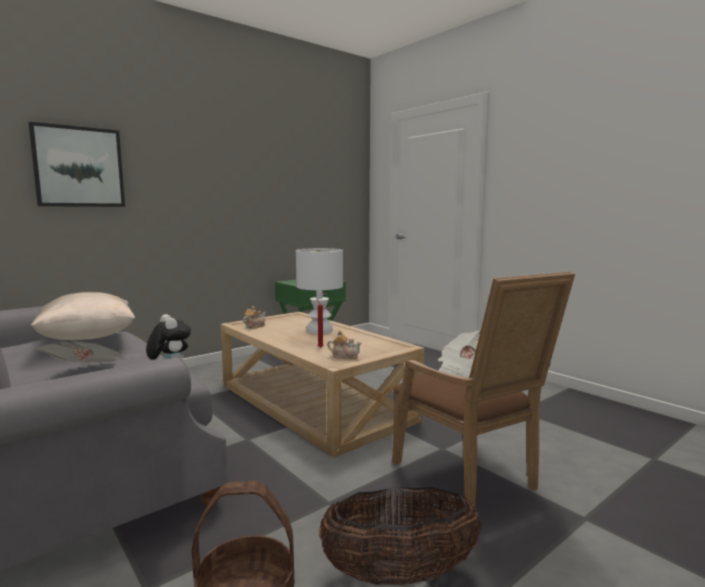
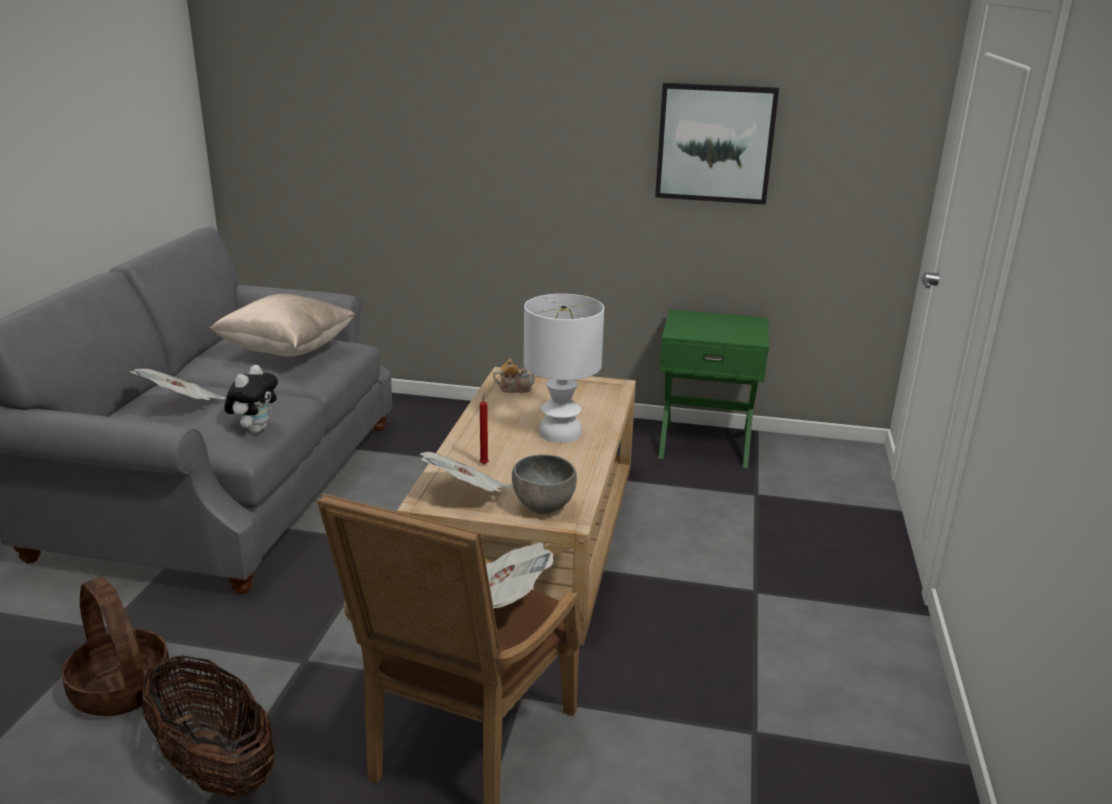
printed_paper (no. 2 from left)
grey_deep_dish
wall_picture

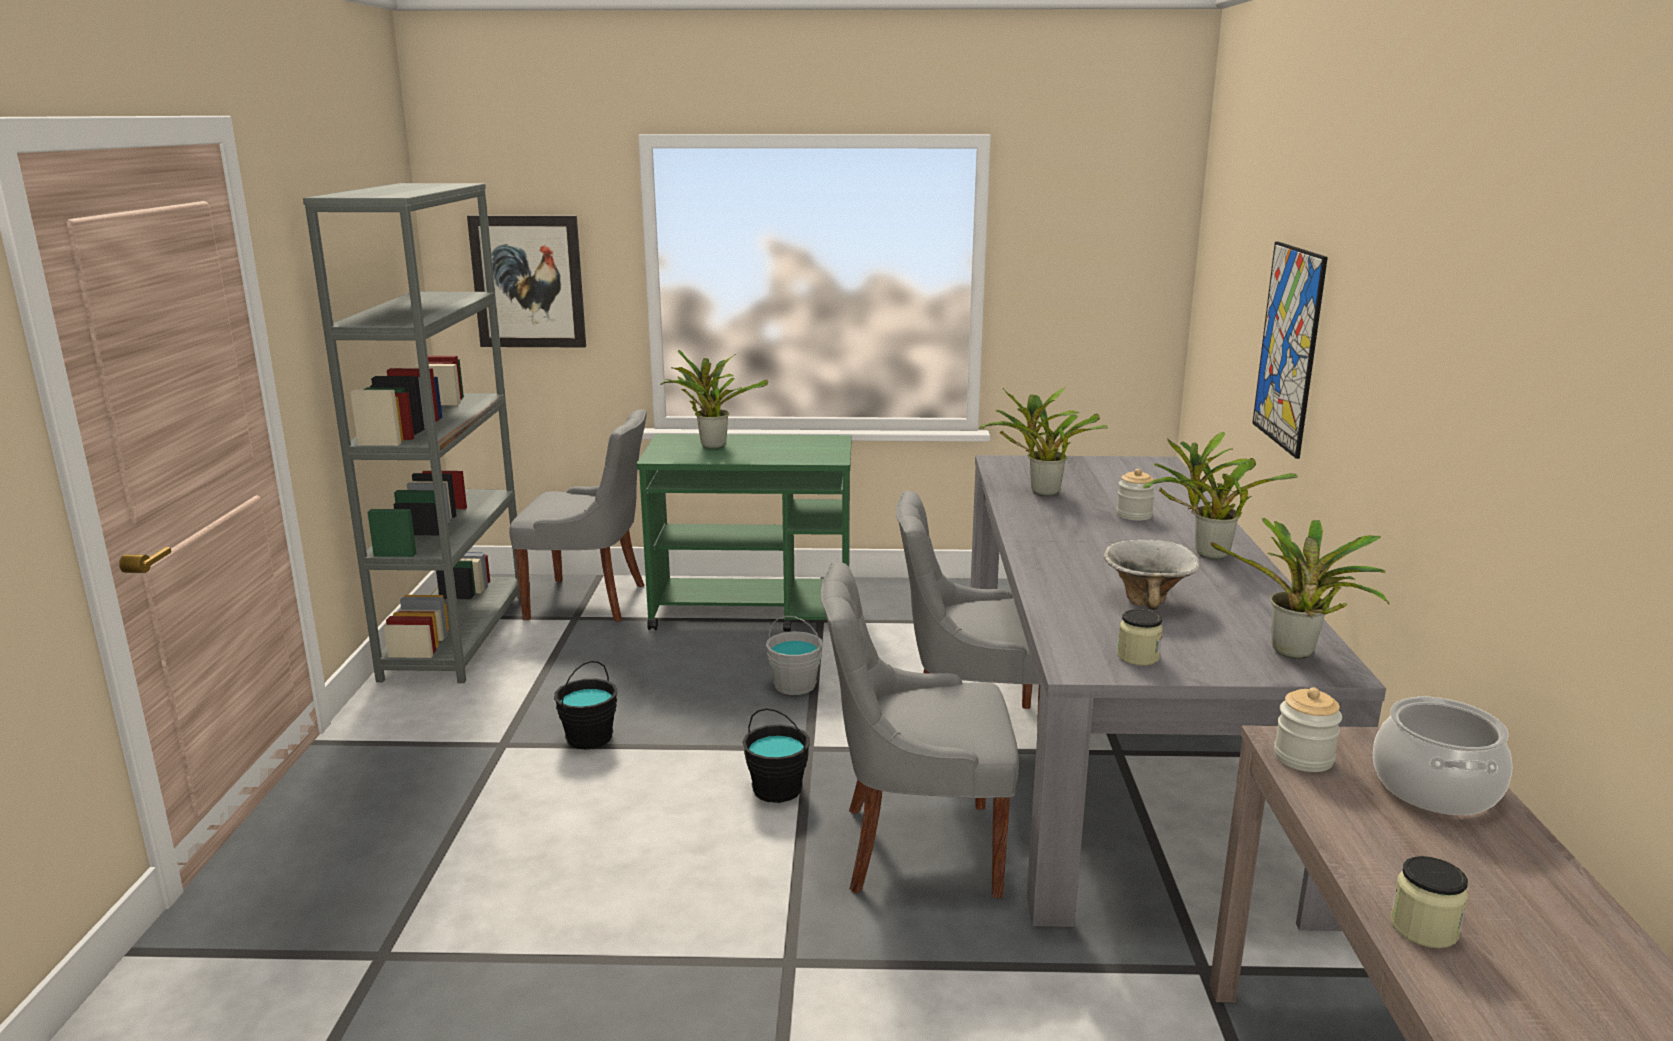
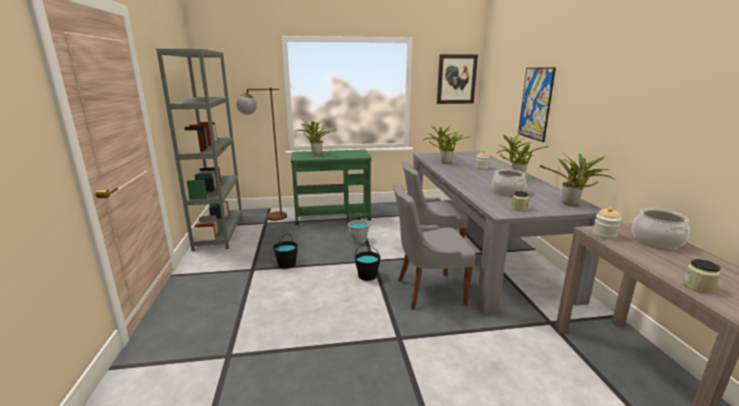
brown-coloured_standing_lamp
wall_picture (no. 1 from left)
stockpot (no. 1 from left)

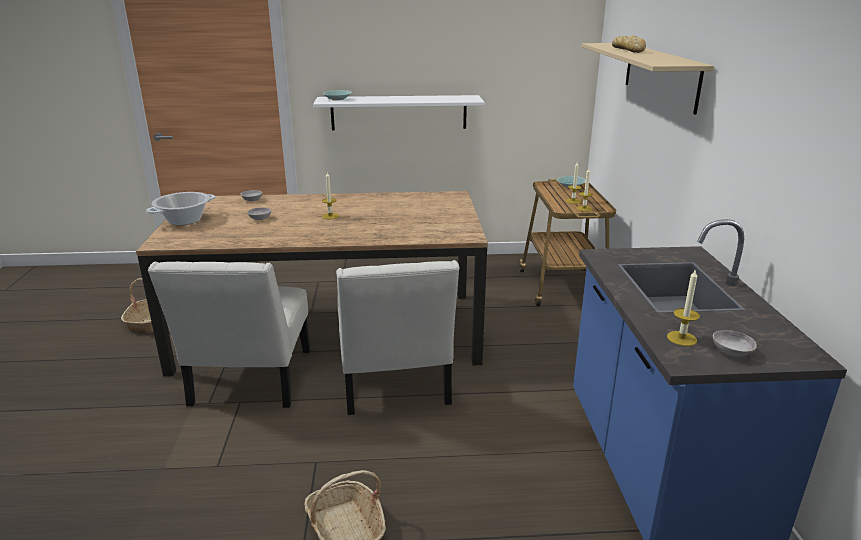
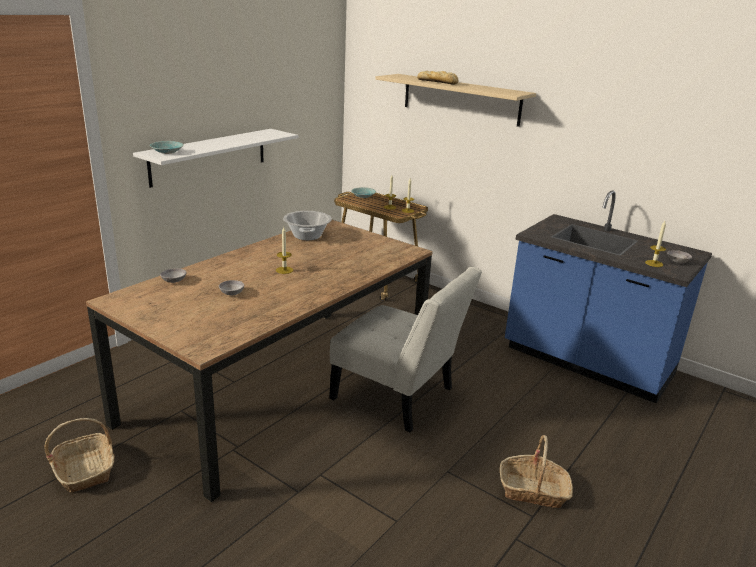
stockpot
white_chair (no. 1 from left in the first image)

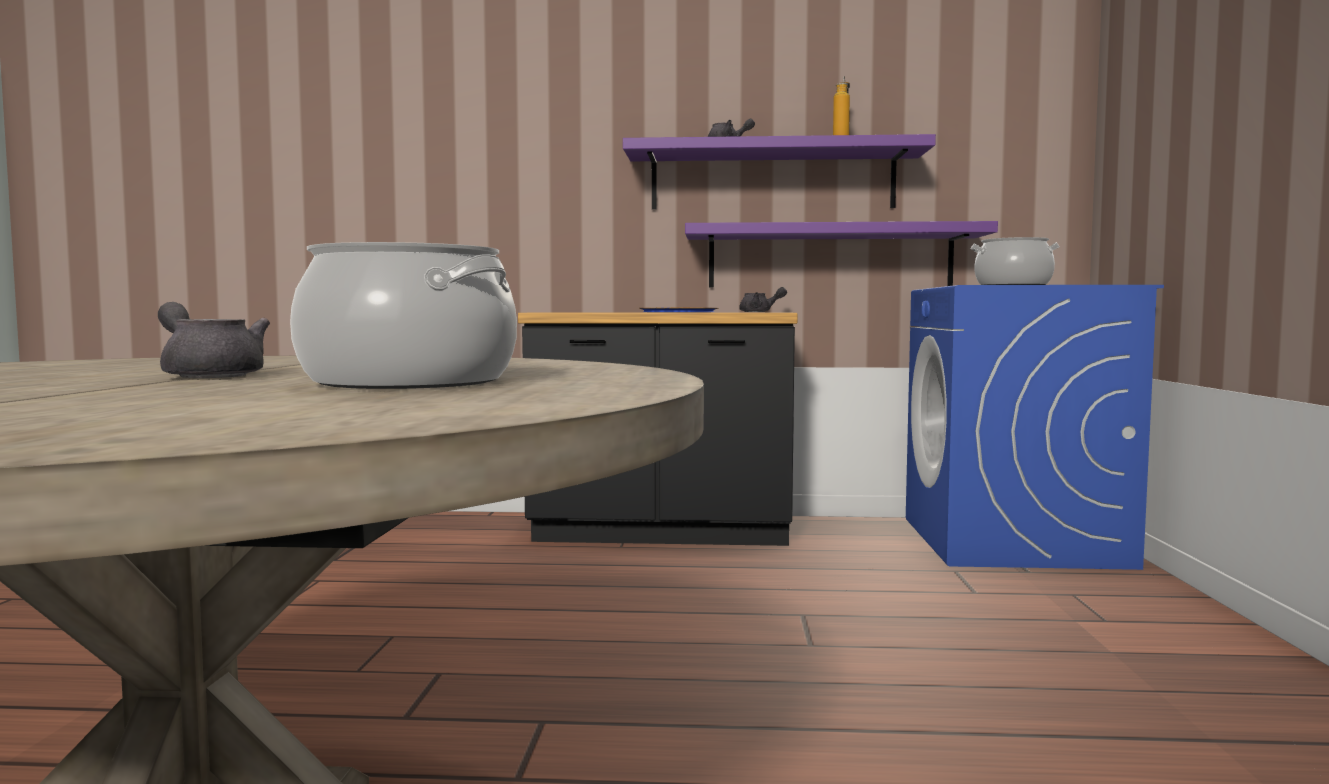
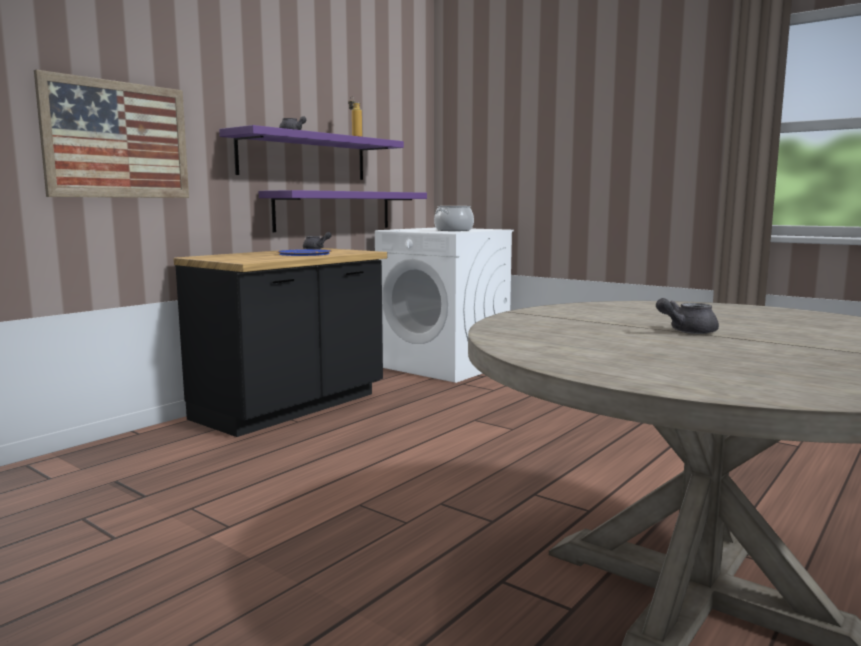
wall_picture
white_laundry_machine
stockpot (no. 1 from left in the first image)

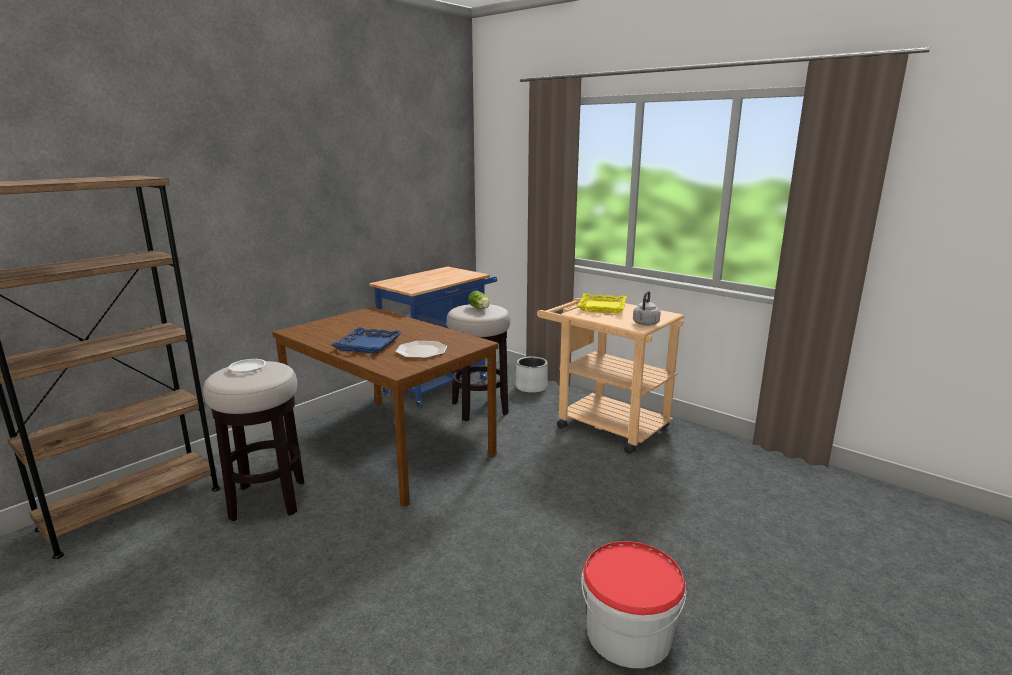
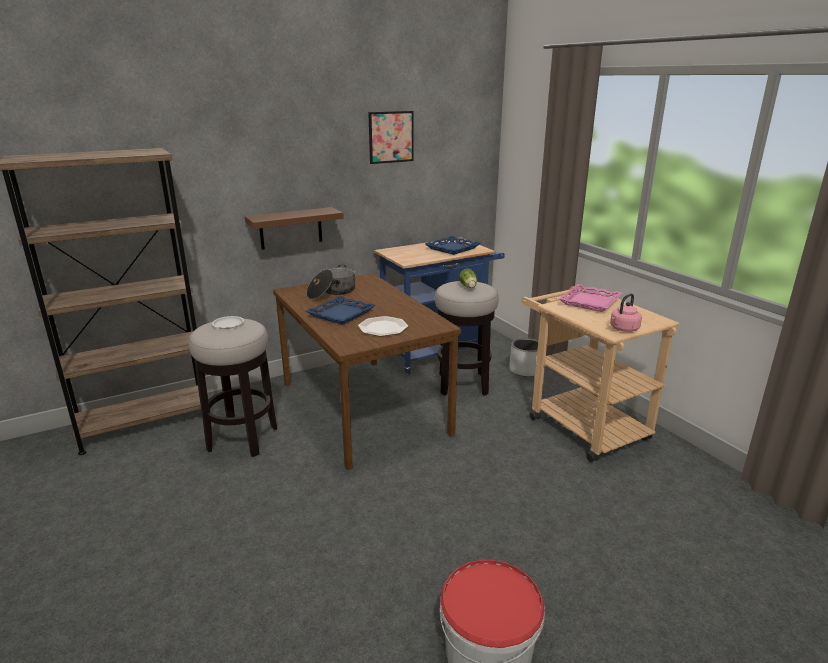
brown-coloured_shelf
stockpot
wall_picture
blue-coloured_serving_tray (no. 2 from left)
pink_serving_tray
pink_tea_kettle

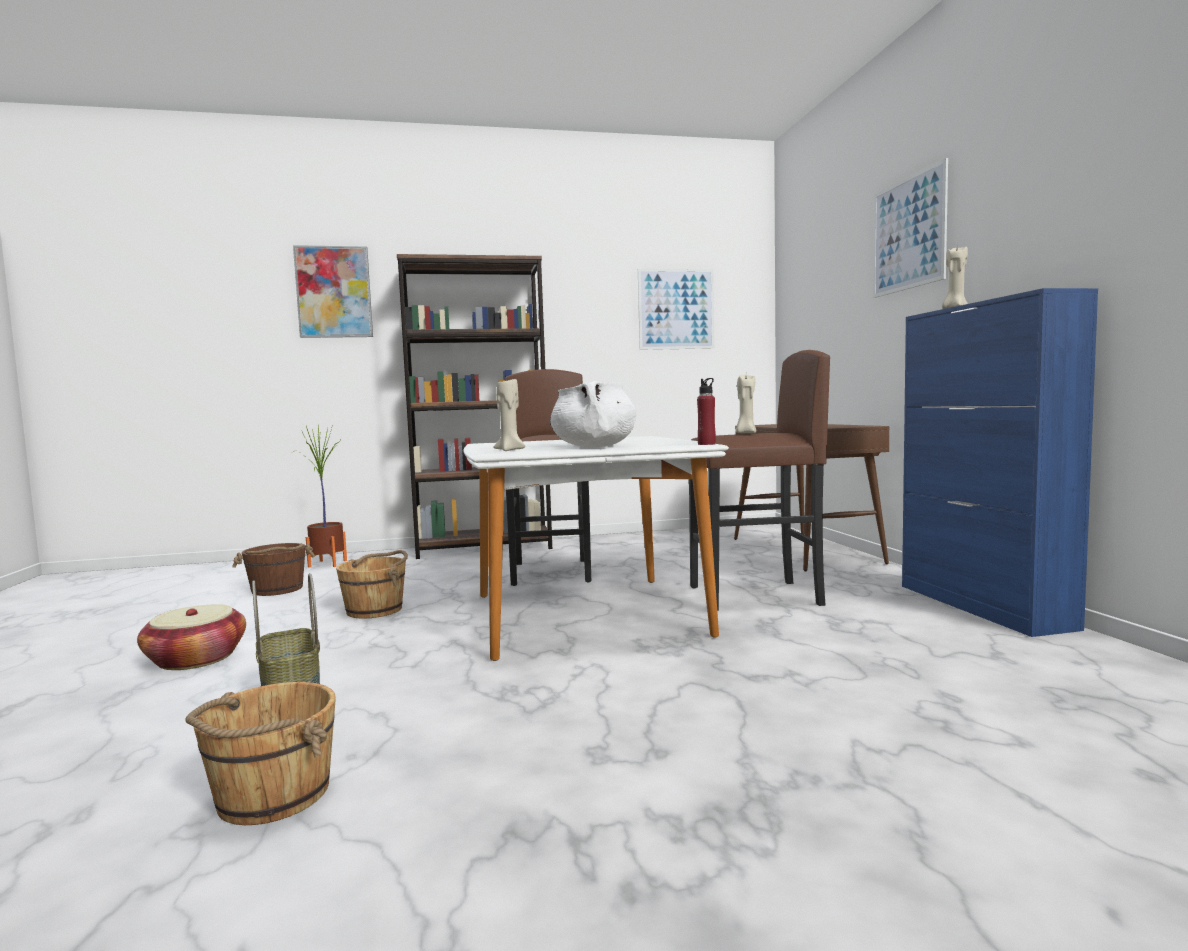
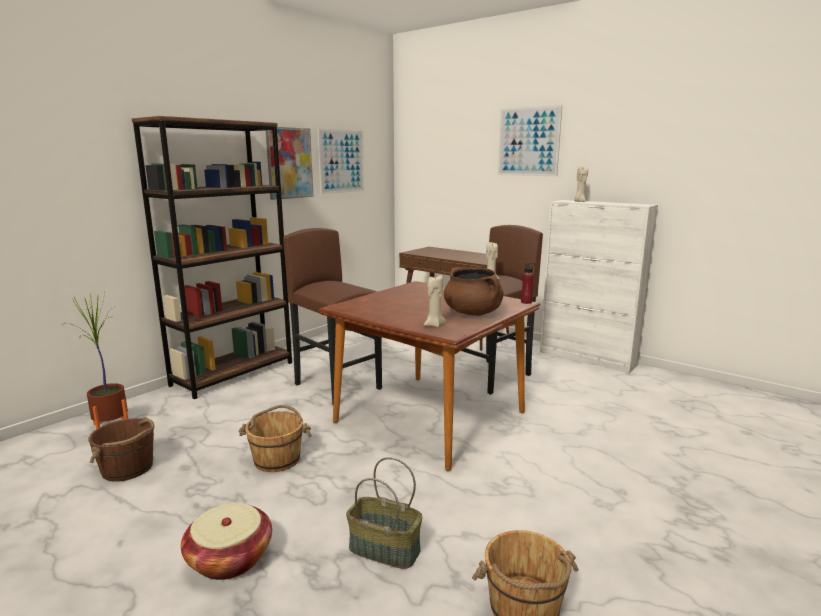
wall_picture (no. 1 from left)
brown-coloured_dining_table
brown-coloured_stockpot
white_cabinet

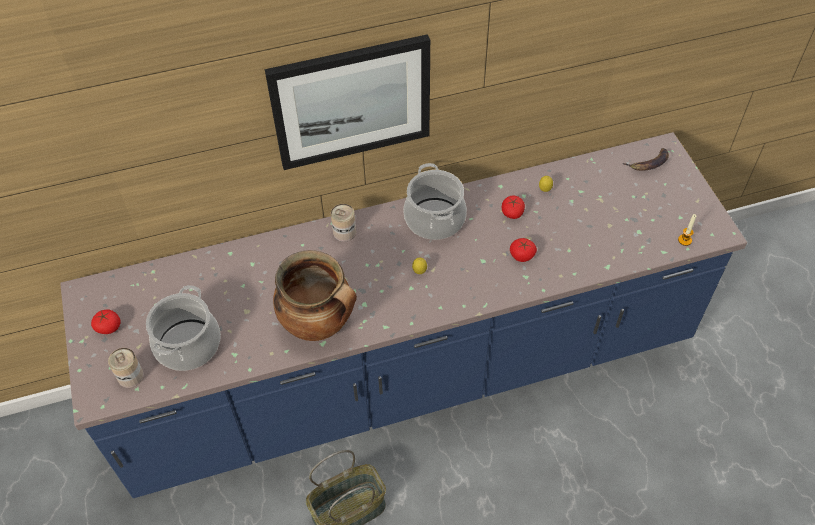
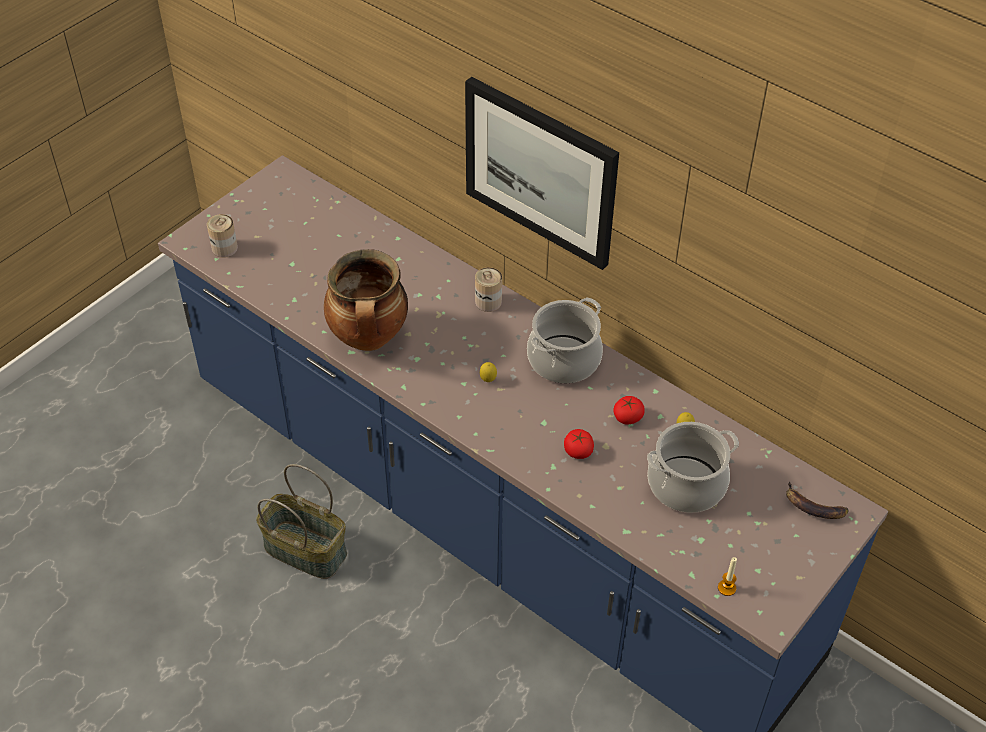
stockpot (no. 3 from left)
tomato (no. 1 from left in the first image)

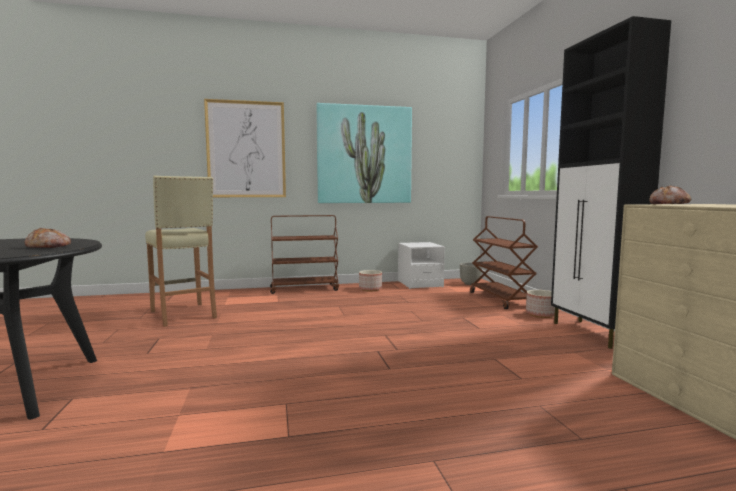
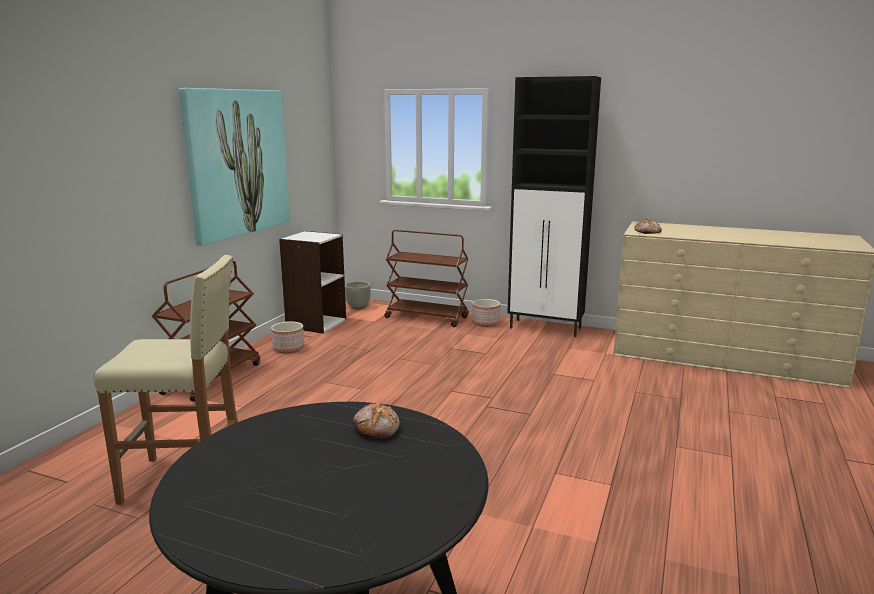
white_bookshelf
wall_picture (no. 1 from left in the first image)

